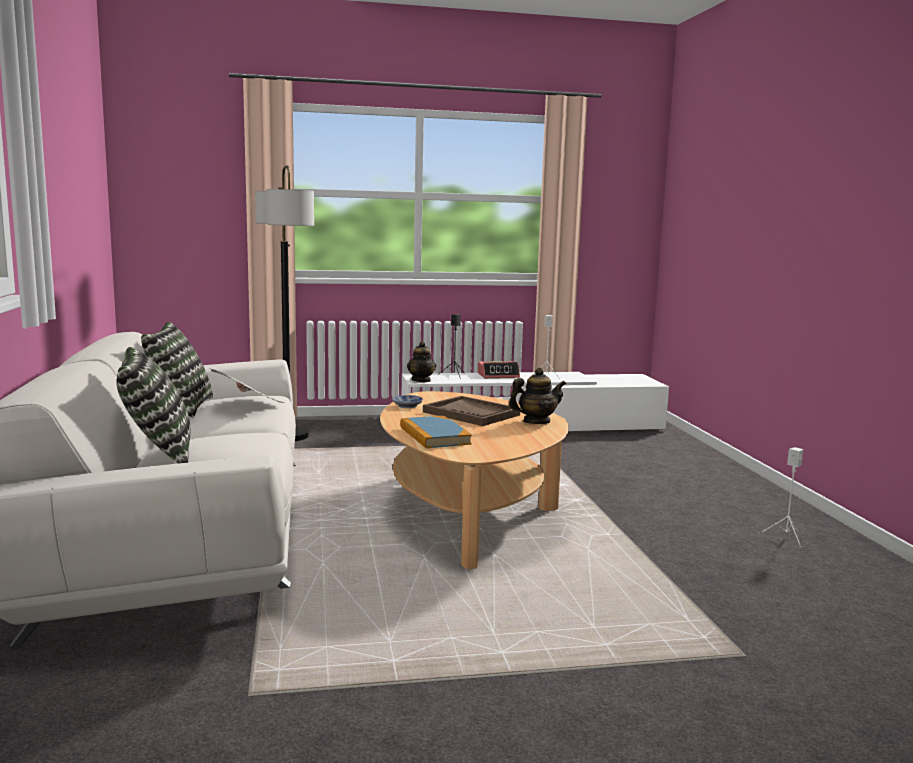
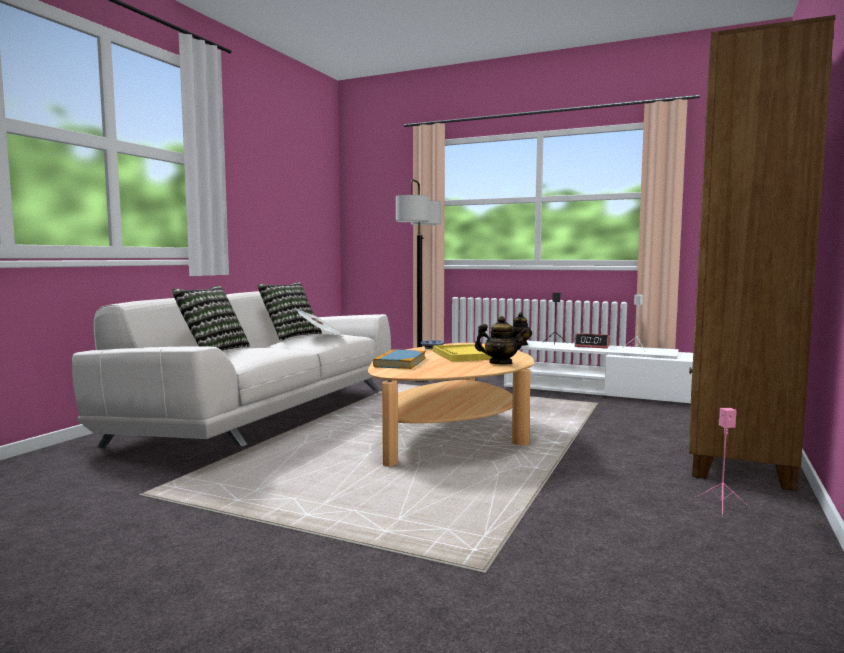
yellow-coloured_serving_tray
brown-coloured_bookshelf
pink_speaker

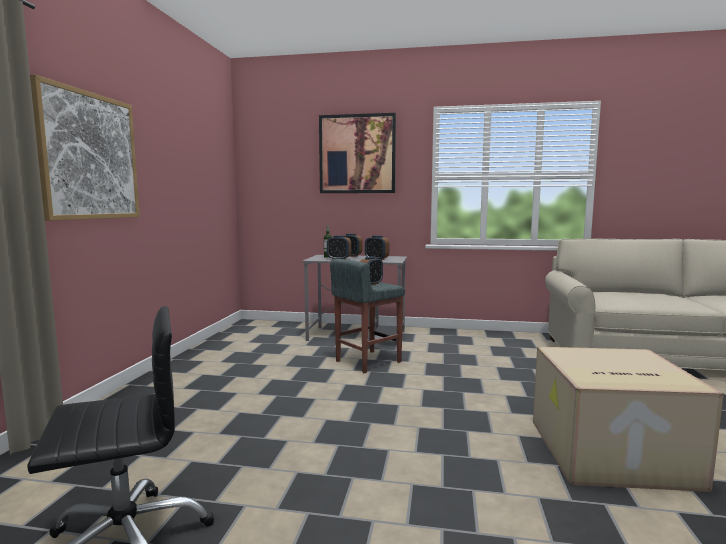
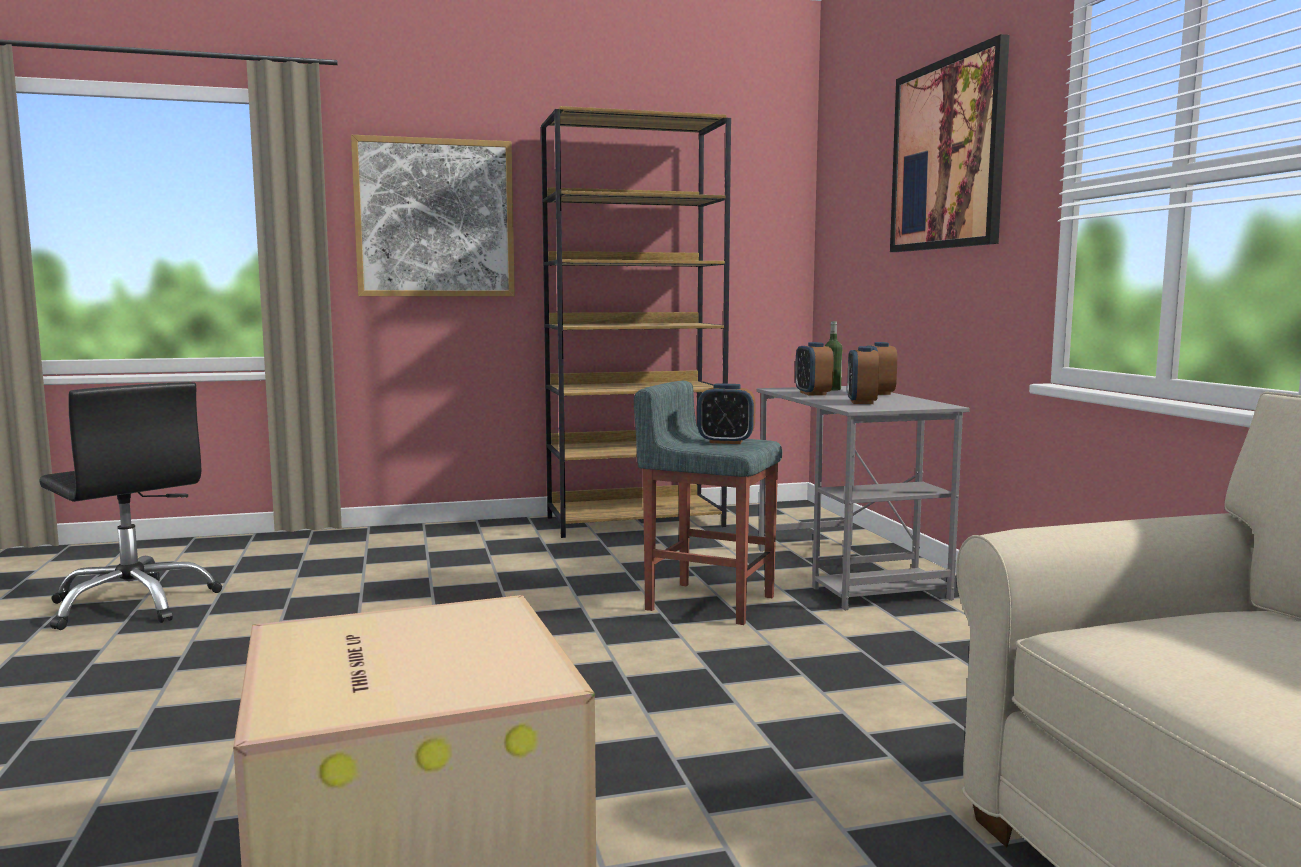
brown-coloured_bookshelf

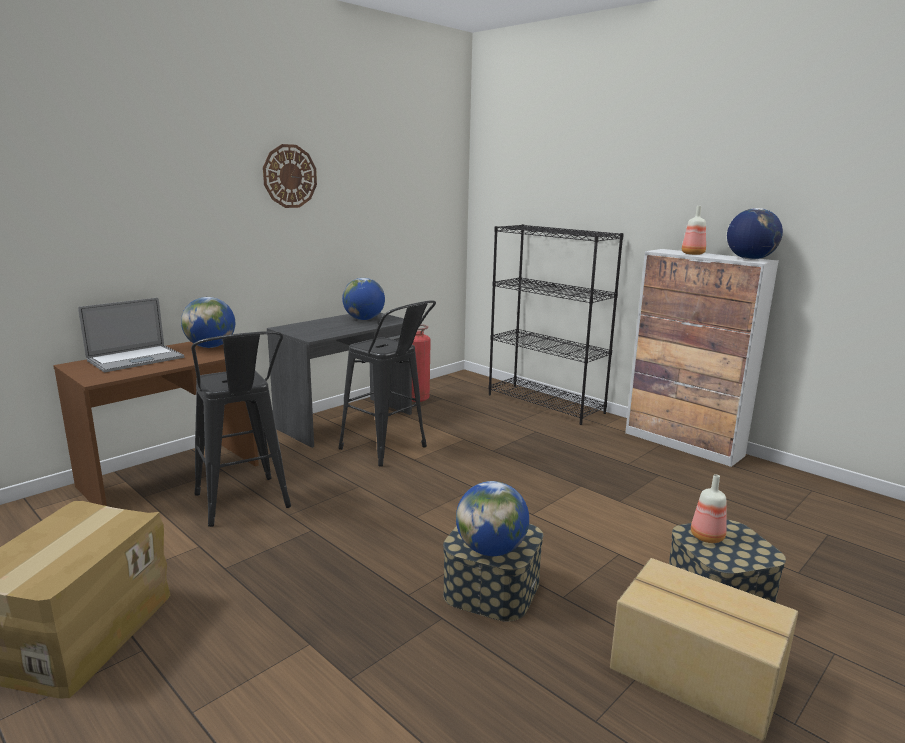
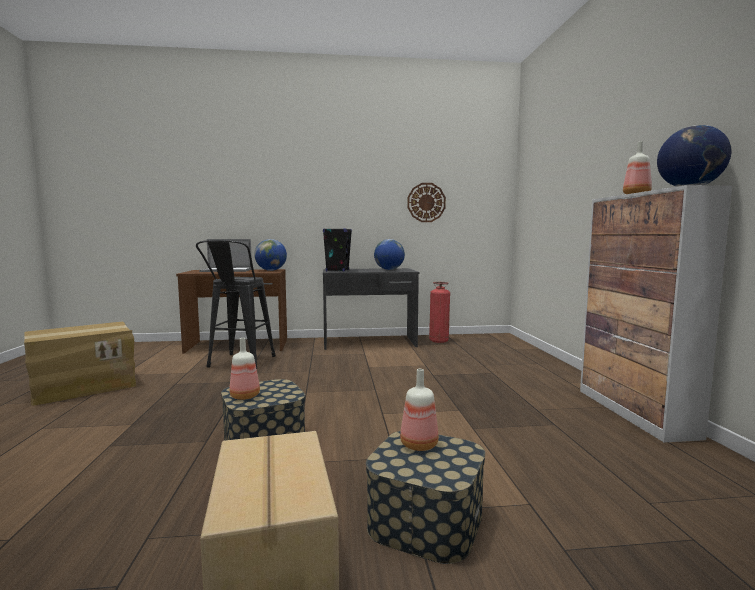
beverage_bottle (no. 1 from left)
blackish_speaker
clock_on_the_wall
blackish_stool (no. 2 from left in the first image)
blackish_bookshelf

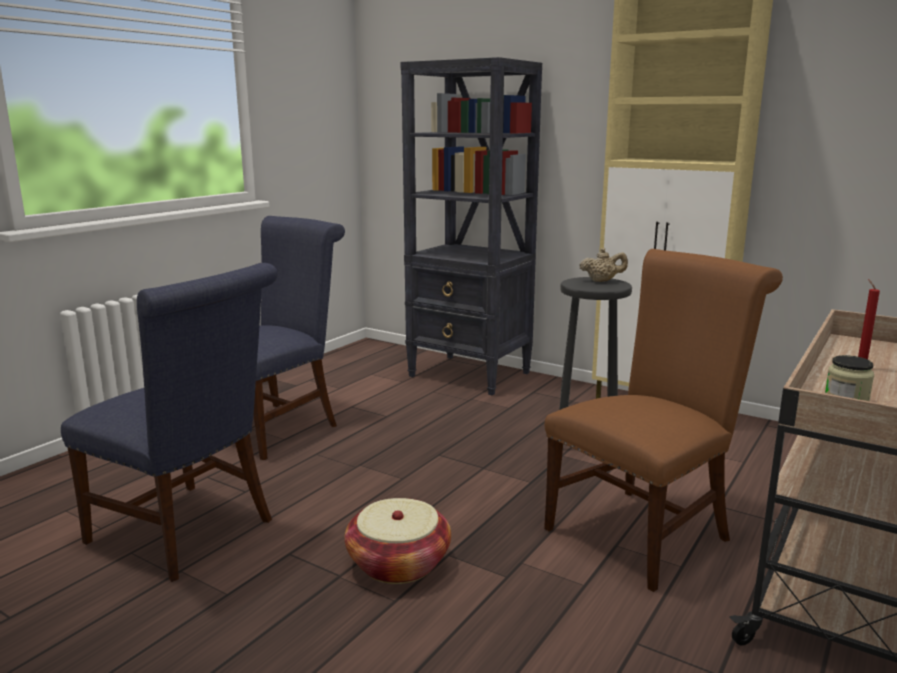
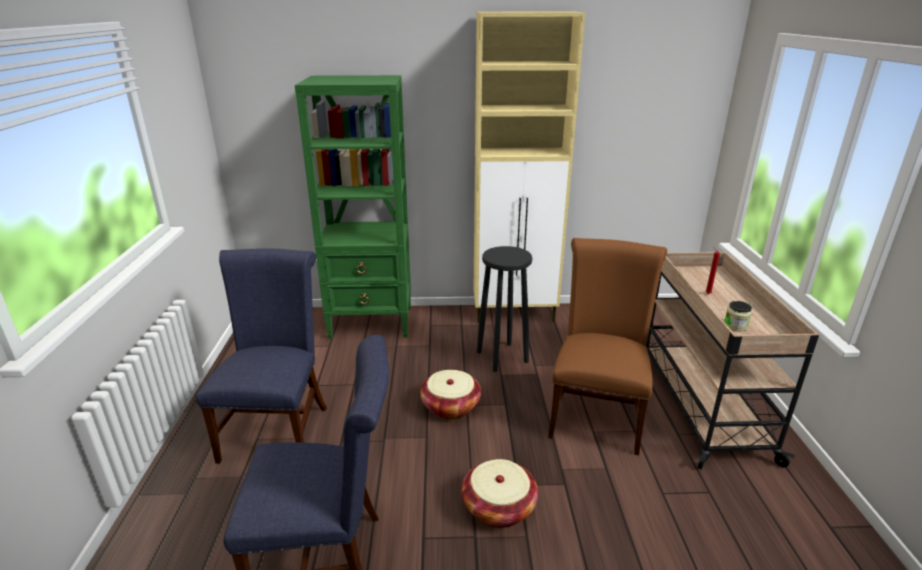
greenish_bookshelf
storage_basket (no. 1 from left)
beige_pot_for_tea

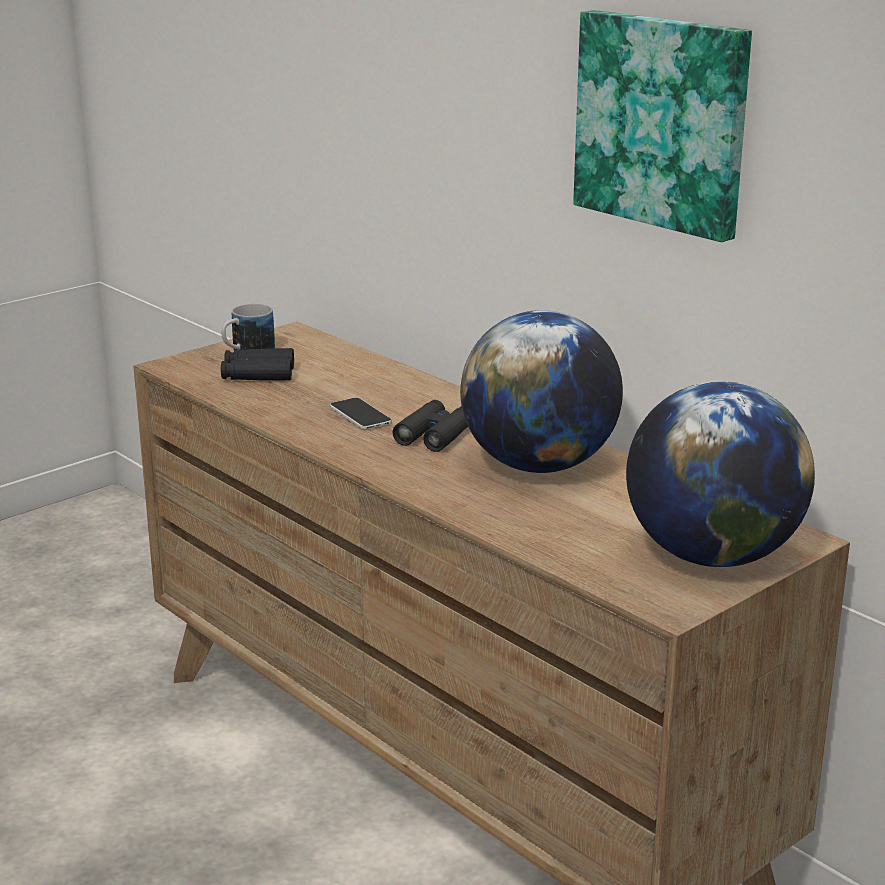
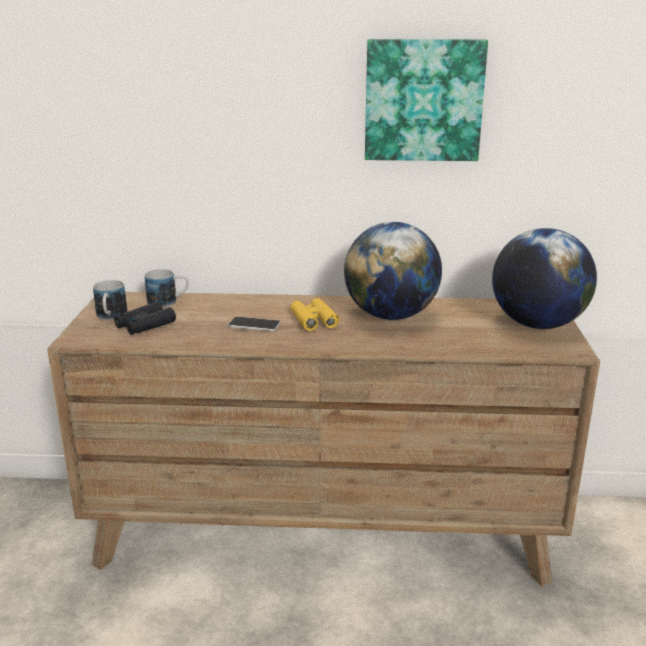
tea_mug (no. 2 from left)
yellow-coloured_pair_of_binoculars

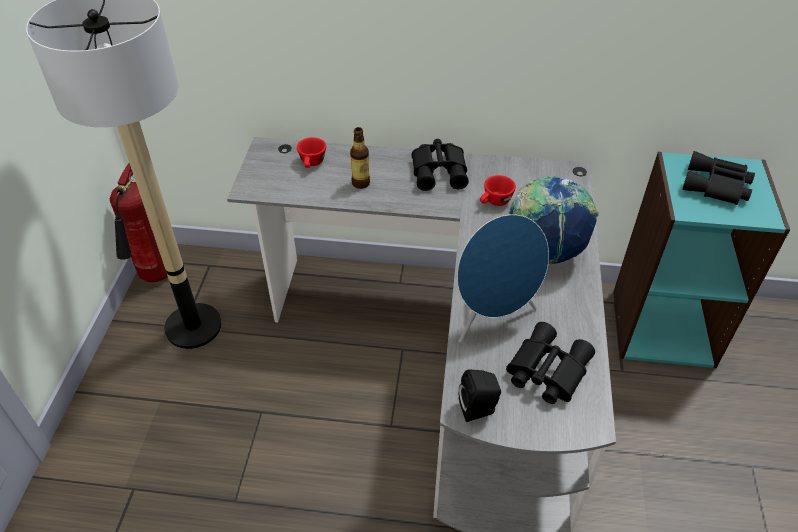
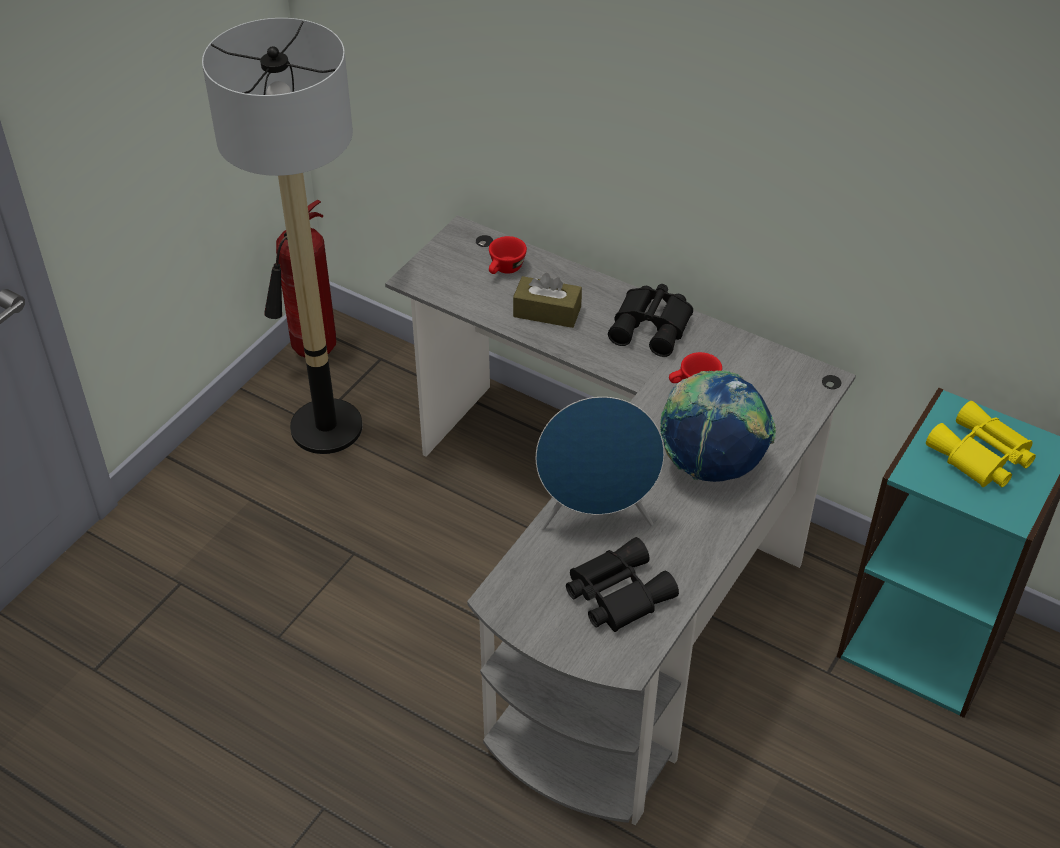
brown-coloured_tissue_holder
yellow-coloured_pair_of_binoculars
blackish_speaker

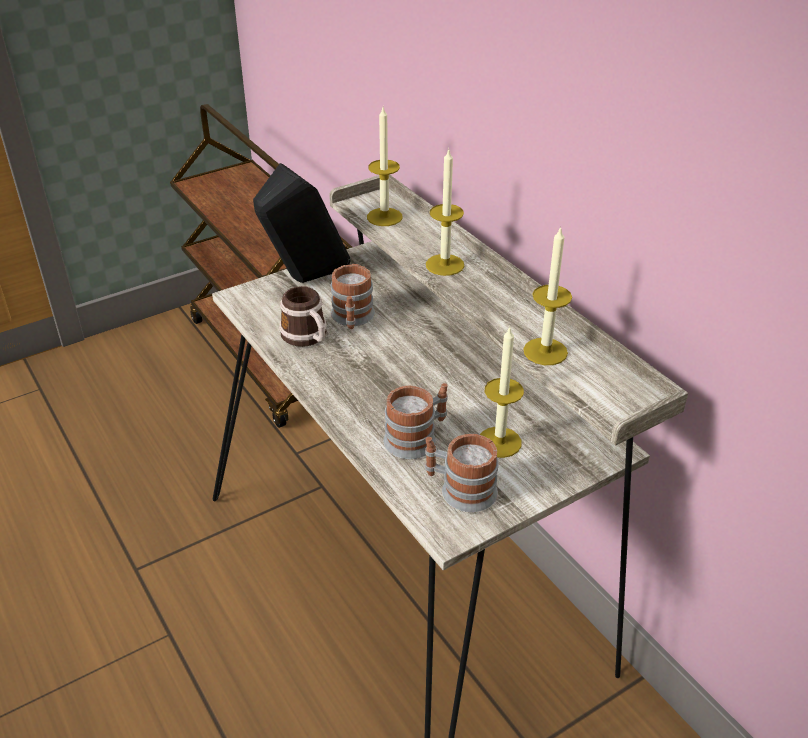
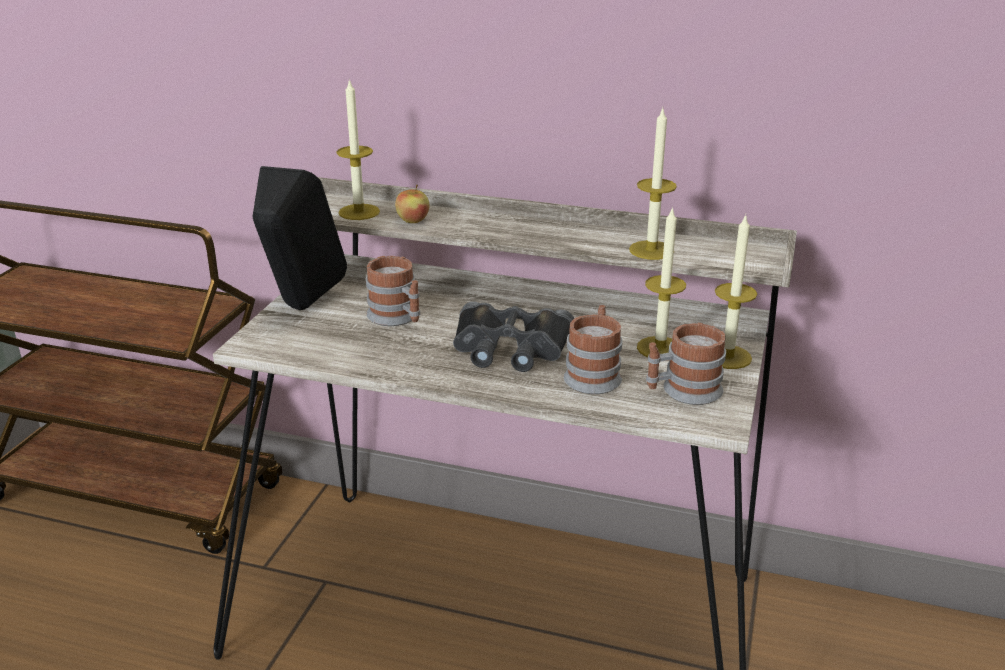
apple
blackish_pair_of_binoculars
wax_candle (no. 4 from left)
tea_mug (no. 1 from left in the first image)

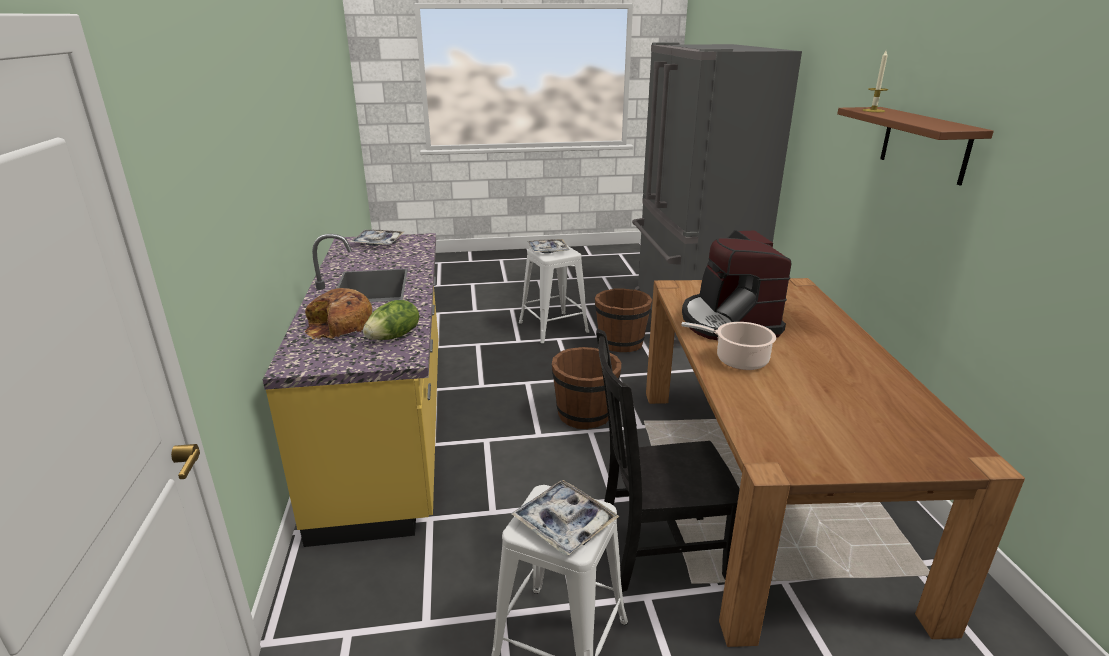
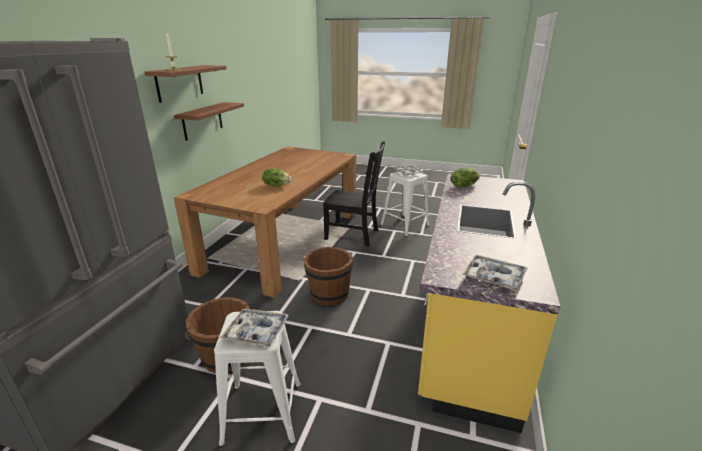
brown-coloured_shelf (no. 2 from left)
lettuce_head (no. 1 from left)
baked_bread
stockpot

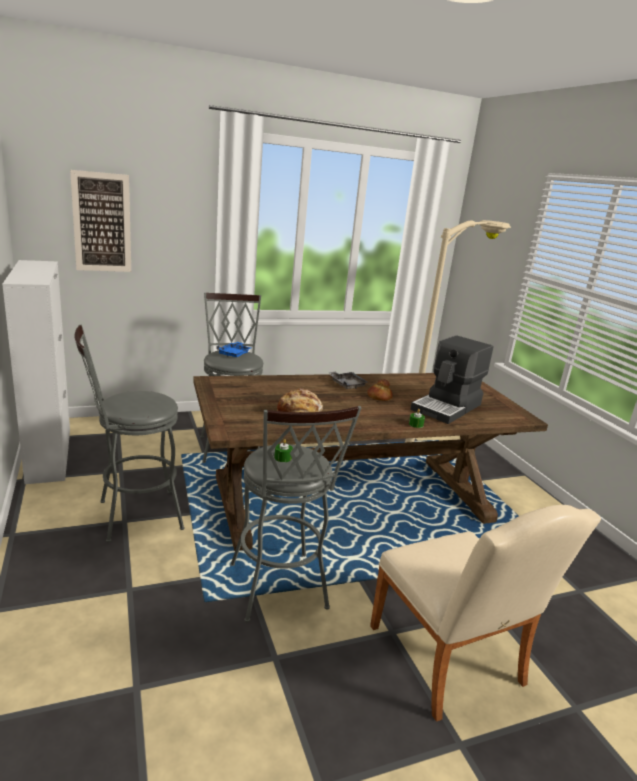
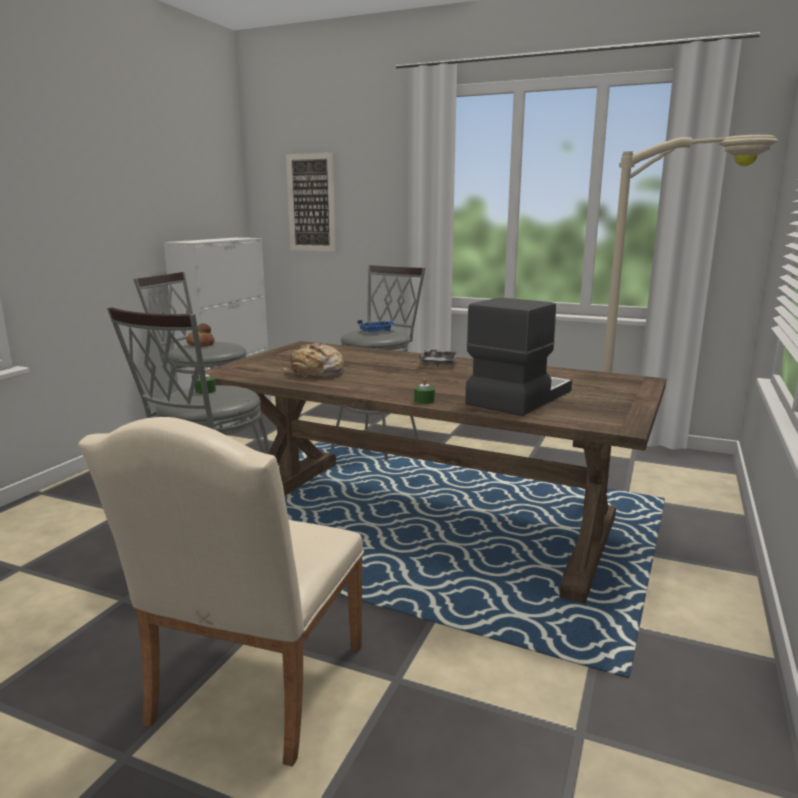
baked_bread (no. 1 from left)
coffee_machine

